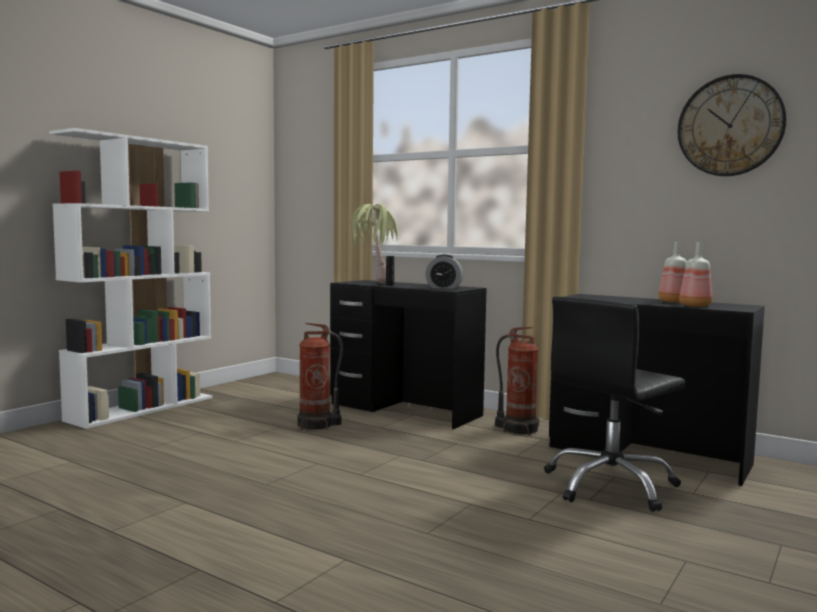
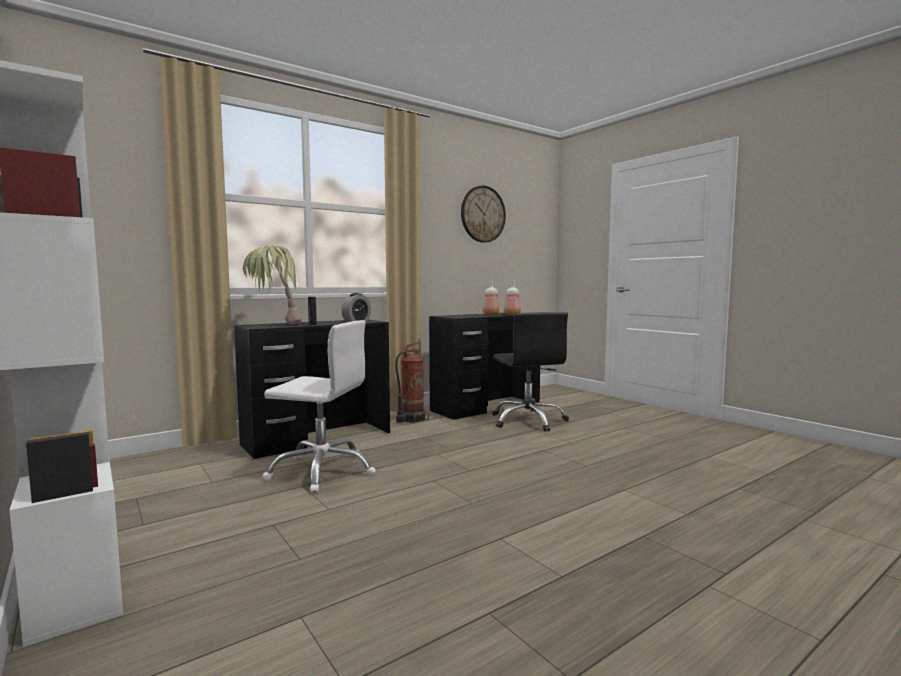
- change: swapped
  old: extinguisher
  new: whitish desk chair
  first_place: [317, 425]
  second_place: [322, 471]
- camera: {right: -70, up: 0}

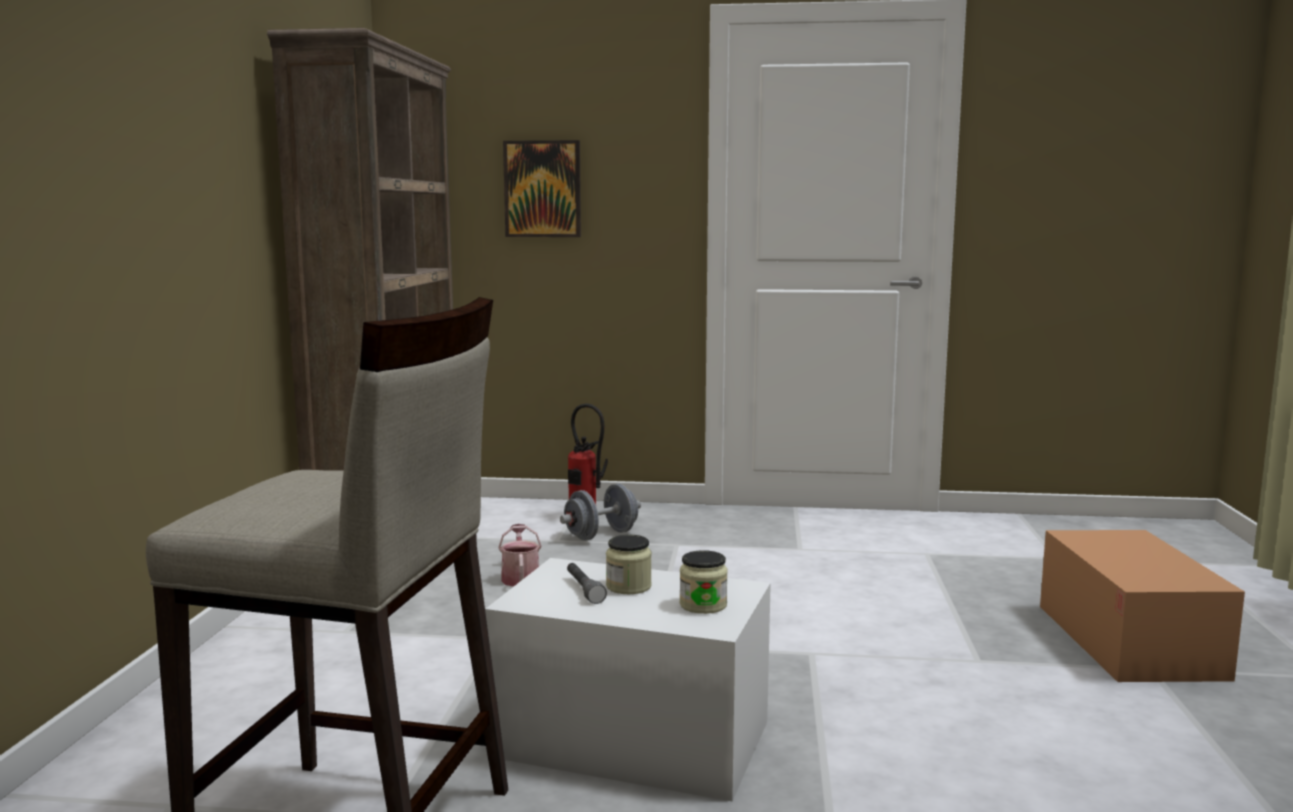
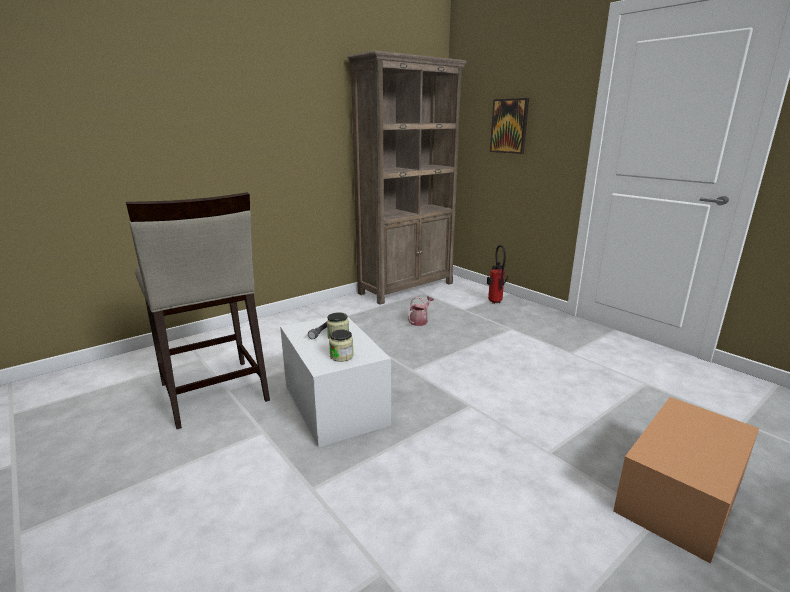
- change: gone
  old: gray dumbbell
  first_place: [601, 535]
- camera: {right: 45, up: 10}

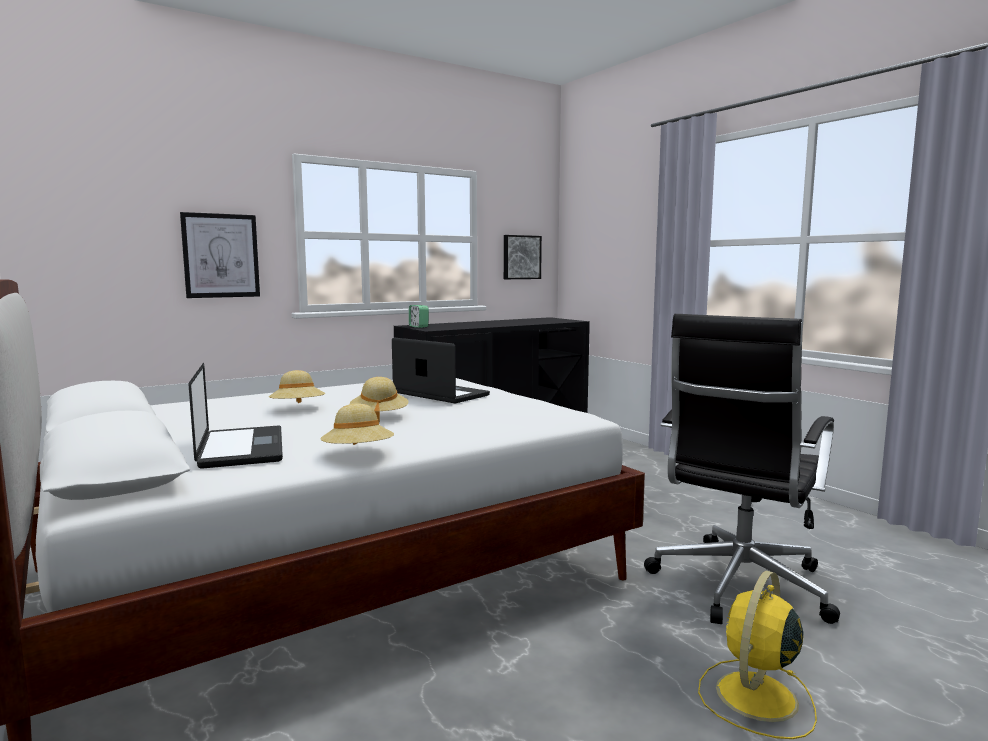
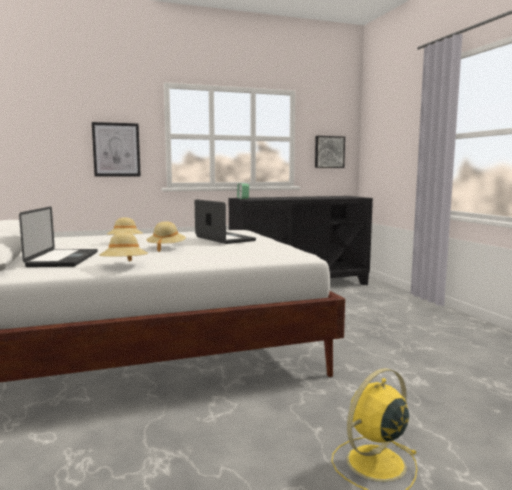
- change: gone
  old: black-coloured desk chair
  first_place: [738, 586]
- camera: {right: 15, up: 0}

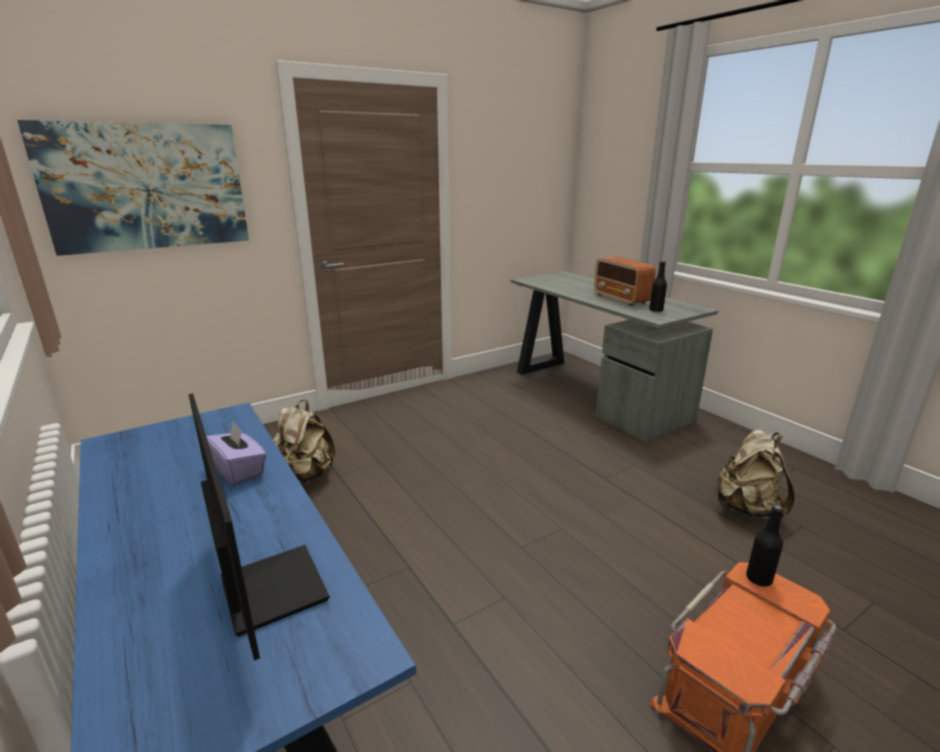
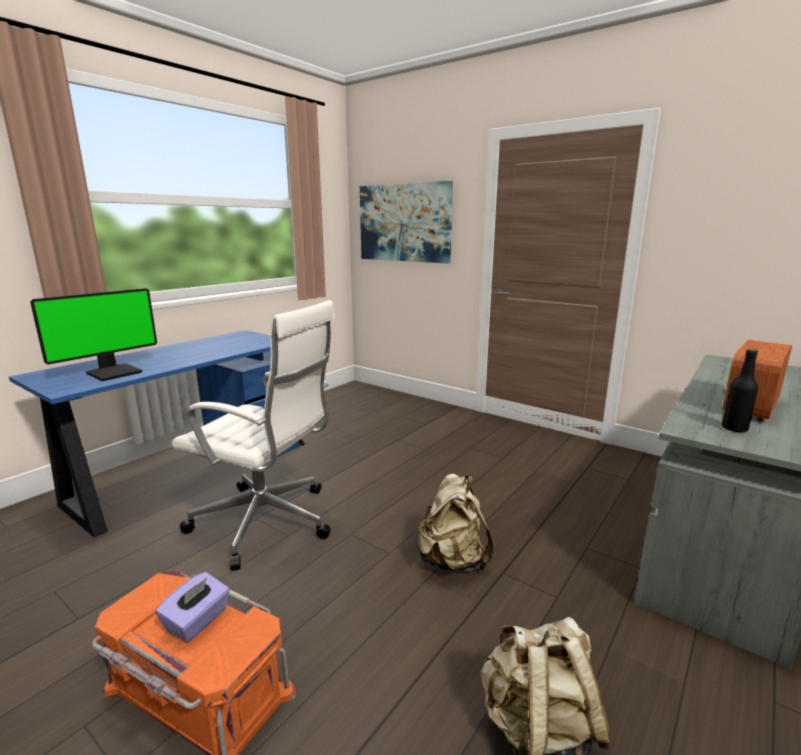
- change: gone
  old: black-coloured bottle
  first_place: [758, 579]
- change: new
  new: whitish desk chair
  second_place: [267, 523]
- change: shifted
  old: purple box of tissues
  first_place: [239, 470]
  second_place: [197, 621]
- change: shifted
  old: beige-coloured rucksack
  first_place: [305, 476]
  second_place: [452, 560]
- camera: {right: 70, up: -5}

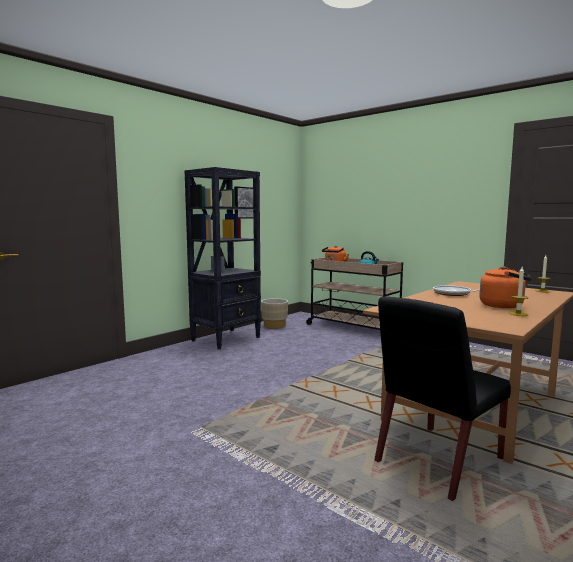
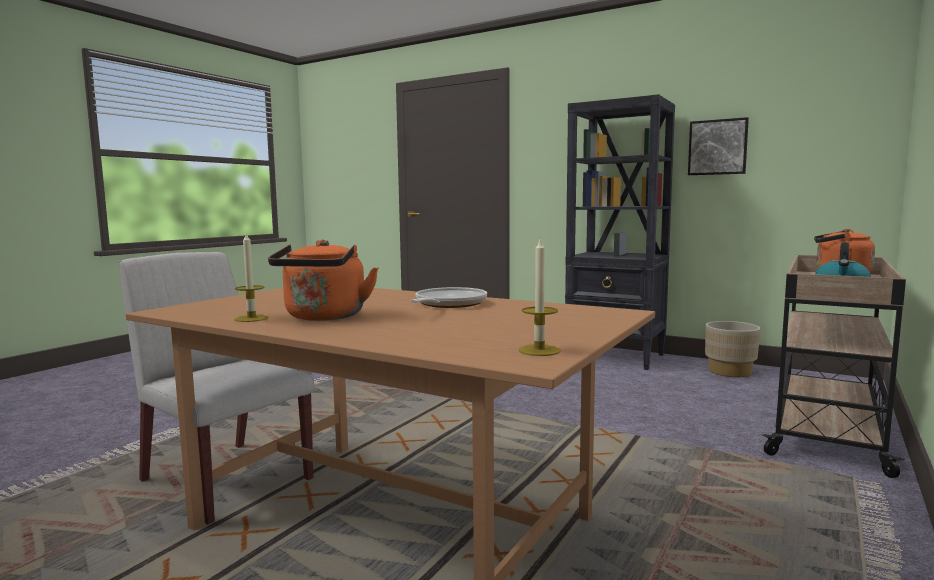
- change: repainted
  old: black-coloured chair
  new: whitish chair
  first_place: [438, 461]
  second_place: [225, 479]
- camera: {right: 80, up: 0}

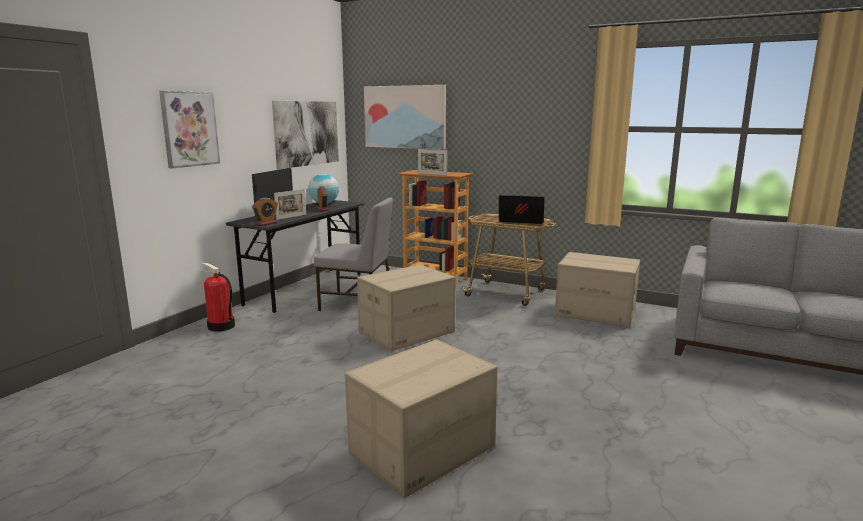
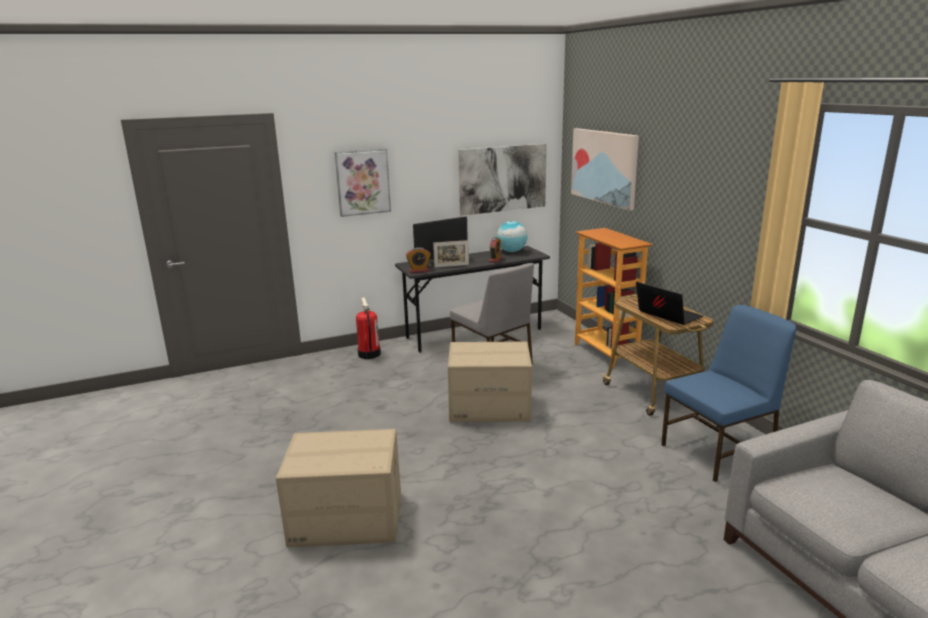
- change: gone
  old: standing frame
  first_place: [432, 174]
- change: swapped
  old: packing box
  new: blue chair
  first_place: [595, 312]
  second_place: [719, 451]
- camera: {right: 40, up: 5}

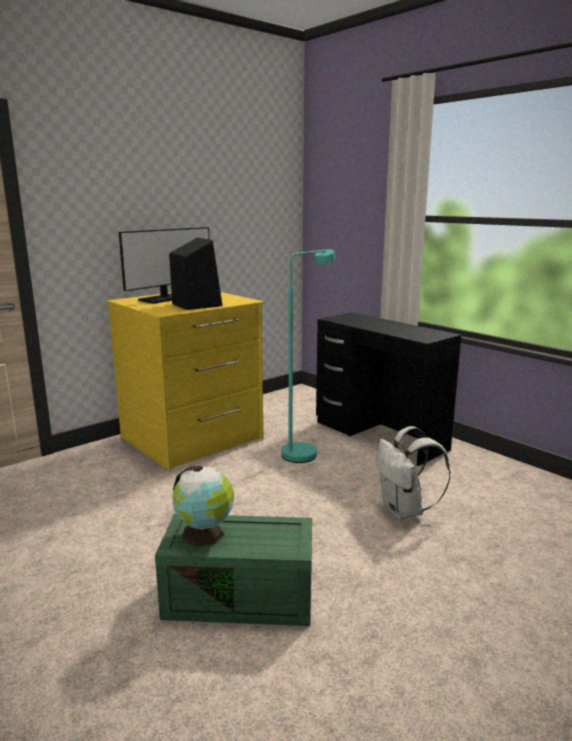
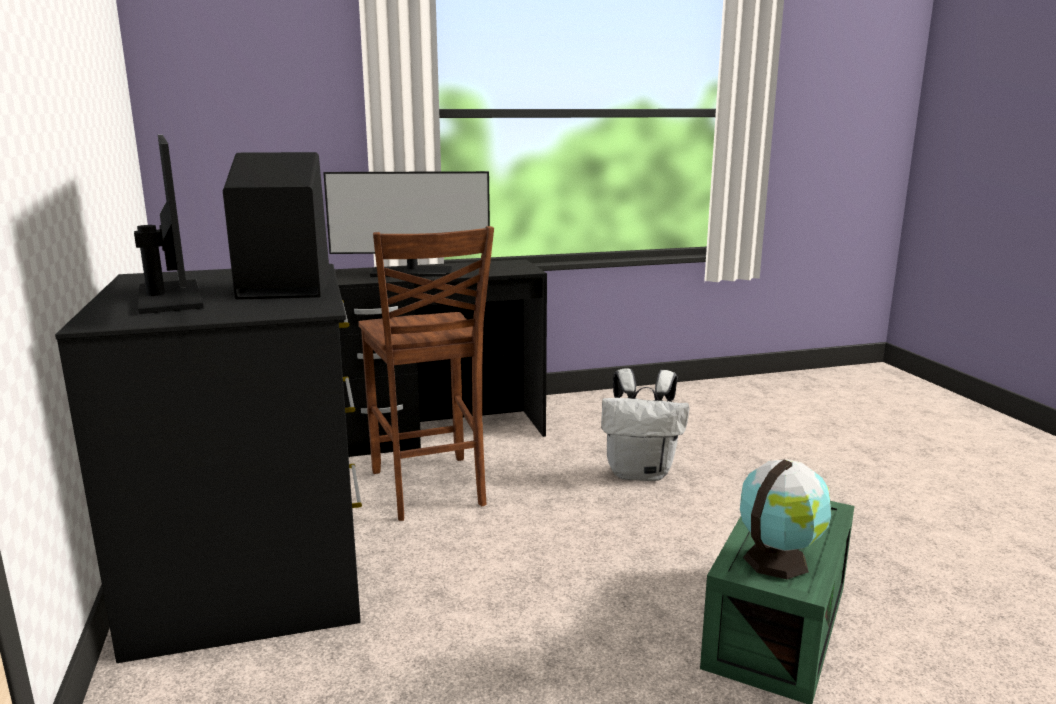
- change: new
  new: computer screen
  second_place: [412, 273]
- change: swapped
  old: turquoise standing lamp
  new: brownish chair
  first_place: [304, 451]
  second_place: [429, 489]
- change: repainted
  old: yellow drawer chest
  new: black-coloured drawer chest
  first_place: [193, 438]
  second_place: [254, 573]
- camera: {right: -65, up: 0}

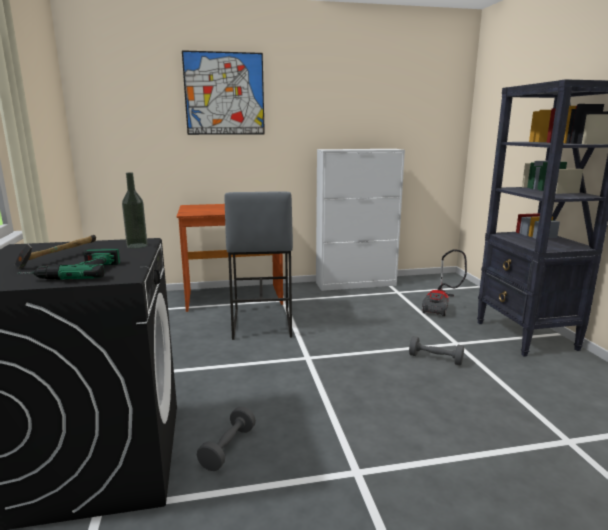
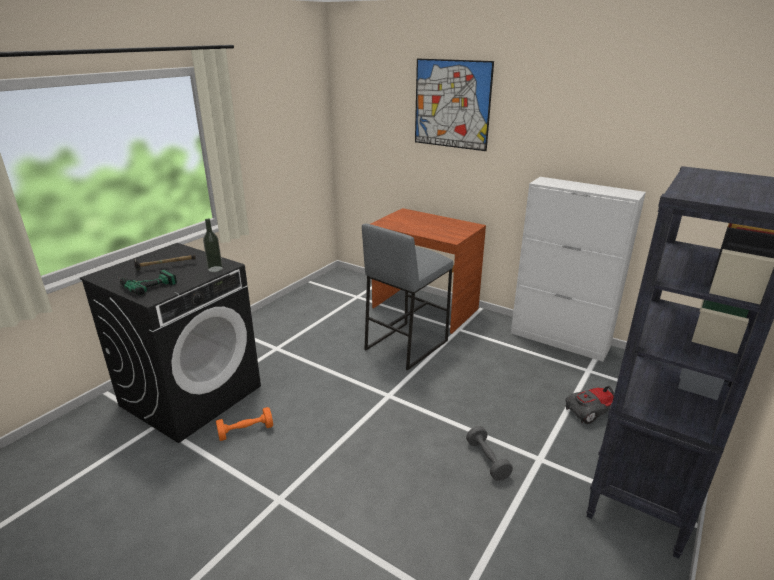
- change: repainted
  old: gray dumbbell
  new: orange-coloured dumbbell
  first_place: [228, 448]
  second_place: [246, 431]
- camera: {right: 45, up: 10}

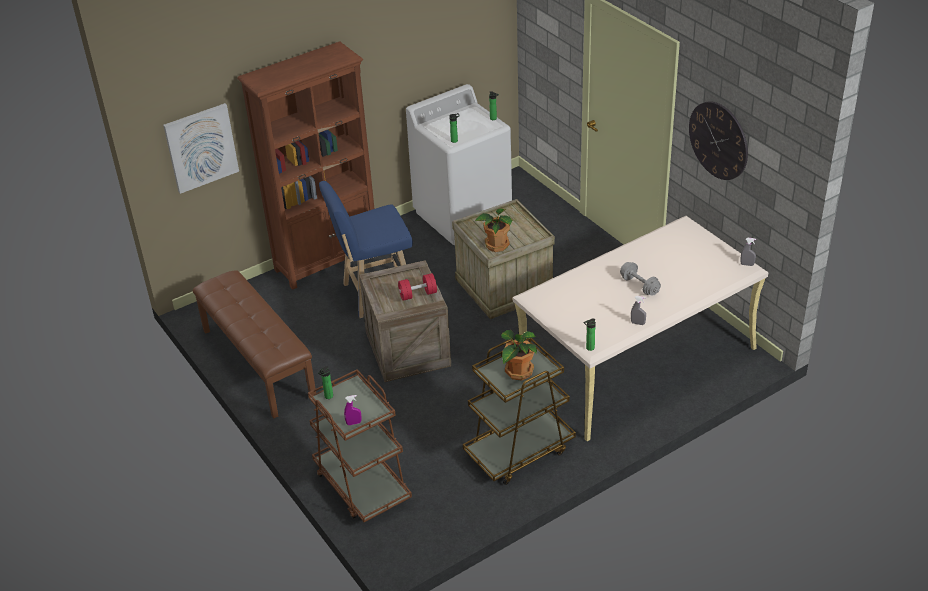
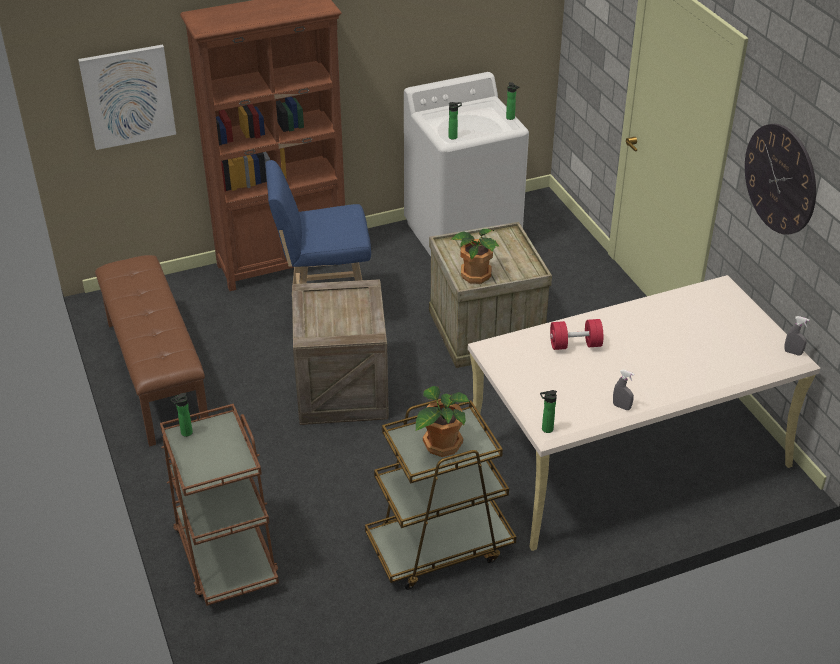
- change: gone
  old: purple hand sprayer
  first_place: [354, 423]
- change: gone
  old: gray dumbbell
  first_place: [639, 286]
- change: shifted
  old: reddish dumbbell
  first_place: [418, 294]
  second_place: [575, 345]
- camera: {right: 10, up: 0}

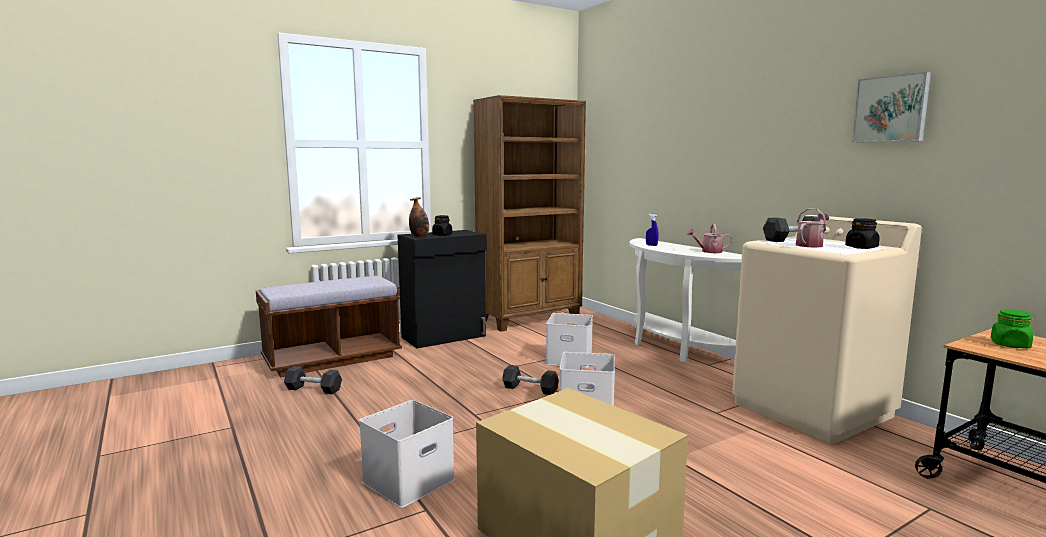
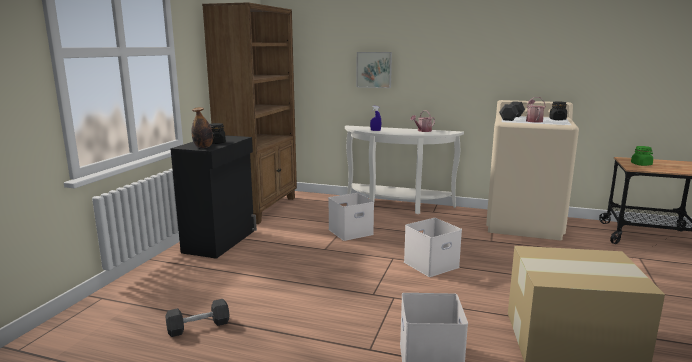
- change: gone
  old: brownish long seat
  first_place: [332, 359]
- change: gone
  old: black-coloured dumbbell
  first_place: [530, 389]
- change: shifted
  old: picture
  first_place: [891, 109]
  second_place: [374, 69]
- camera: {right: -40, up: 5}

